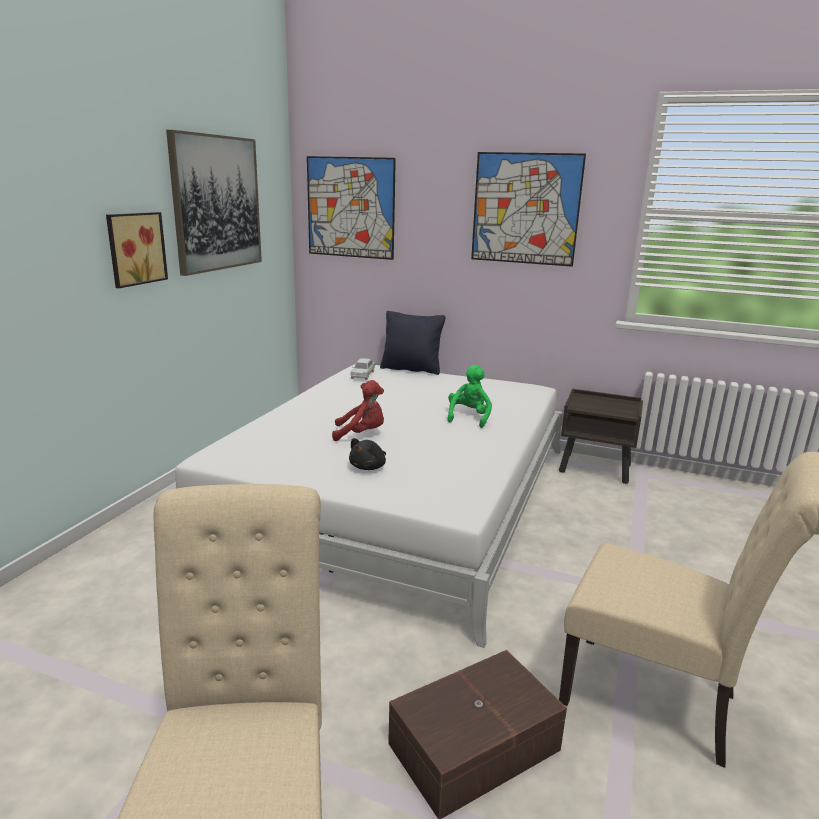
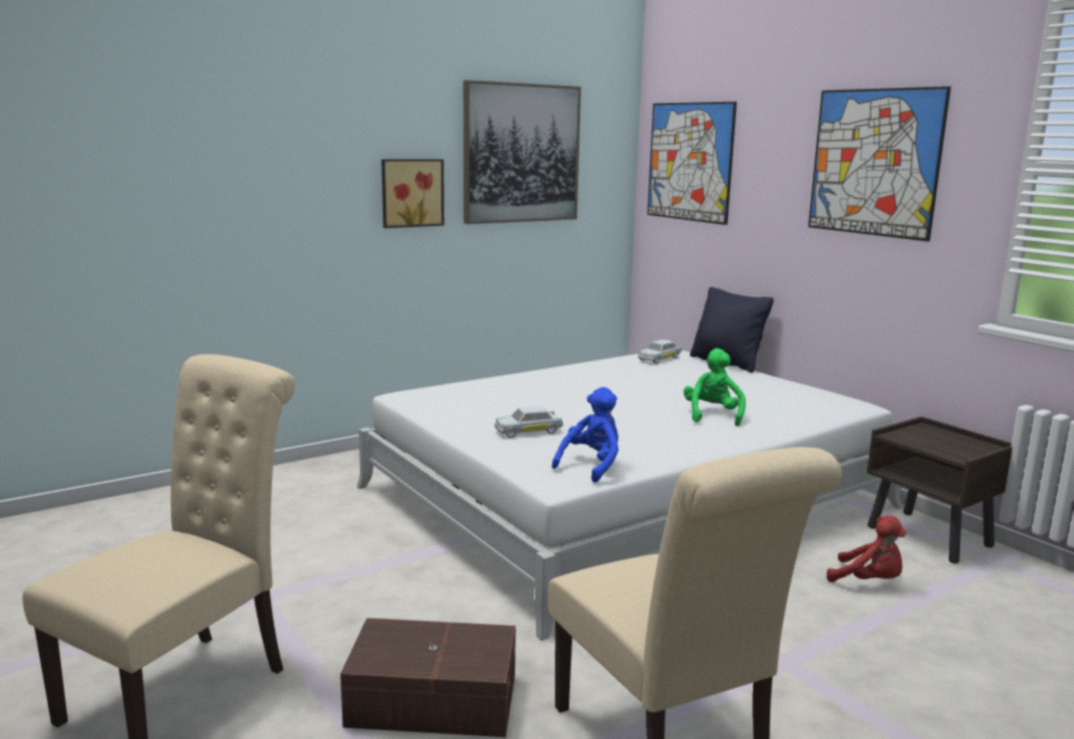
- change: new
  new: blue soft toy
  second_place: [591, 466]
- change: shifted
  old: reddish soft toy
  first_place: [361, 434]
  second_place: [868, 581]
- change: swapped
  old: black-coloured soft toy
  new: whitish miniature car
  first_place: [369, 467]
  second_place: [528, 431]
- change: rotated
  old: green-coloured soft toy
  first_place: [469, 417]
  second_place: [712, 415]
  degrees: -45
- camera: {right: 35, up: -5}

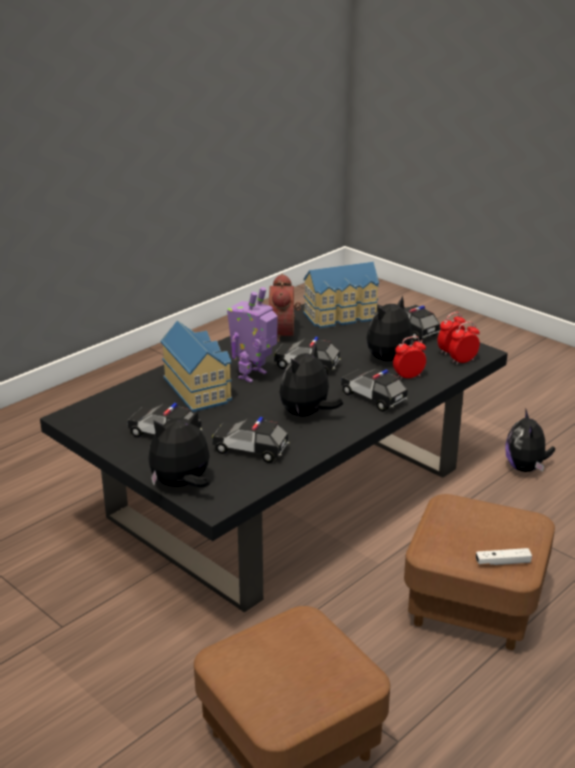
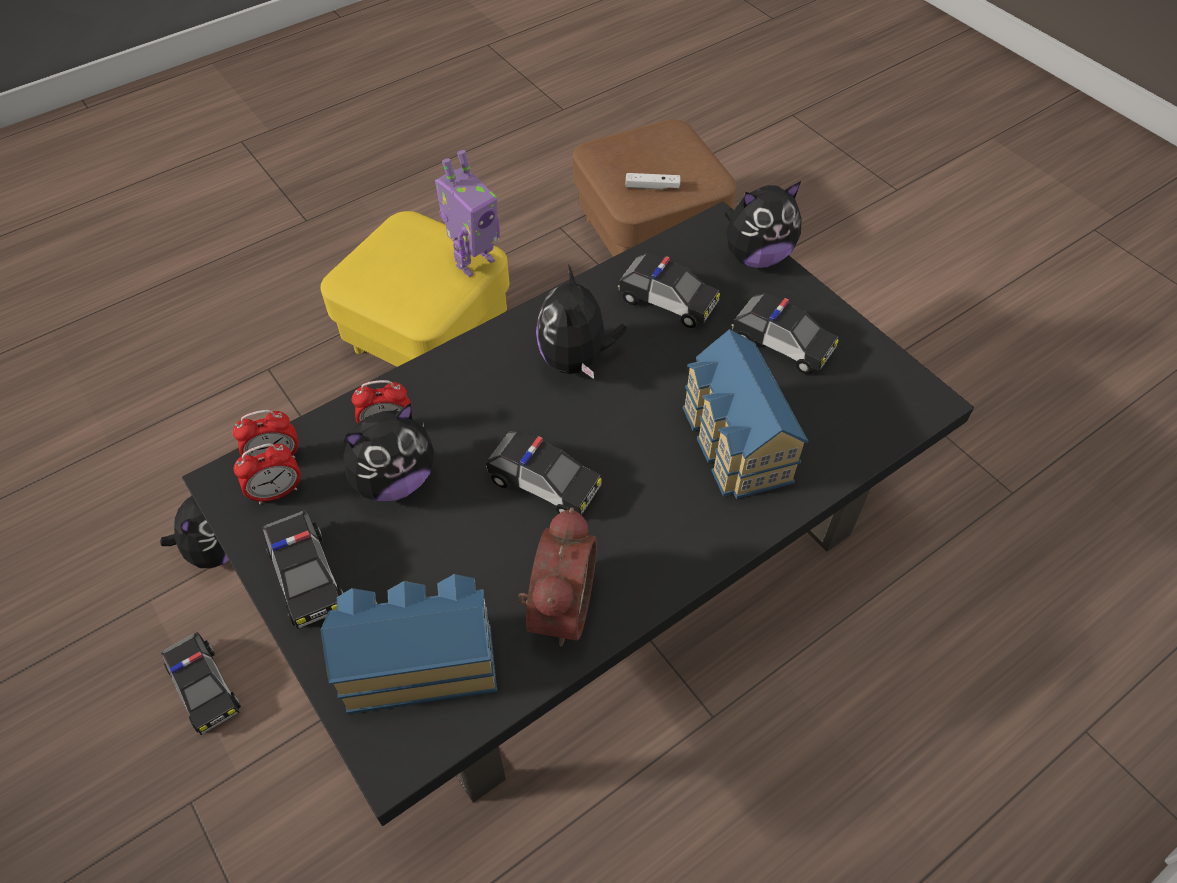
- change: shifted
  old: toy robot
  first_place: [253, 375]
  second_place: [473, 262]
- change: shifted
  old: miniature car
  first_place: [373, 398]
  second_place: [204, 687]
- change: shifted
  old: whitish joypad
  first_place: [502, 562]
  second_place: [652, 187]
- change: repainted
  old: brownish footrest
  new: yellow footrest
  first_place: [474, 606]
  second_place: [427, 337]
- change: rotated
  old: soft toy
  first_place: [307, 414]
  second_place: [576, 360]
  degrees: 135
- camera: {right: -170, up: 25}

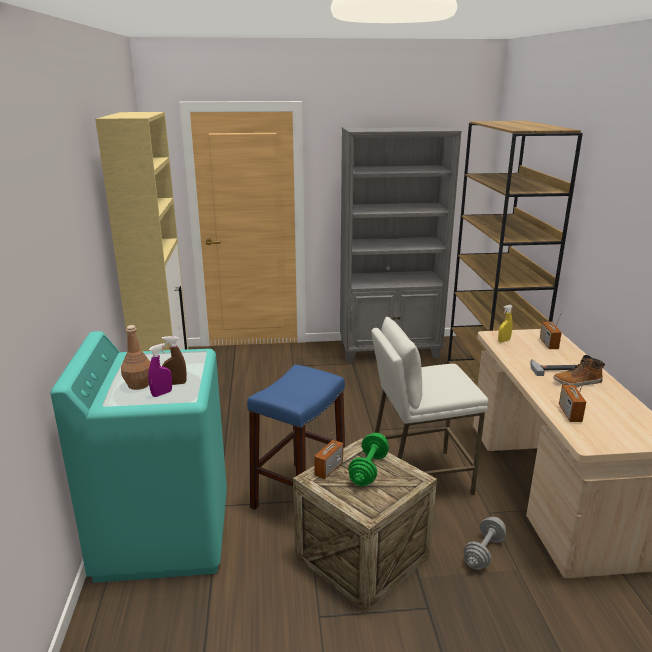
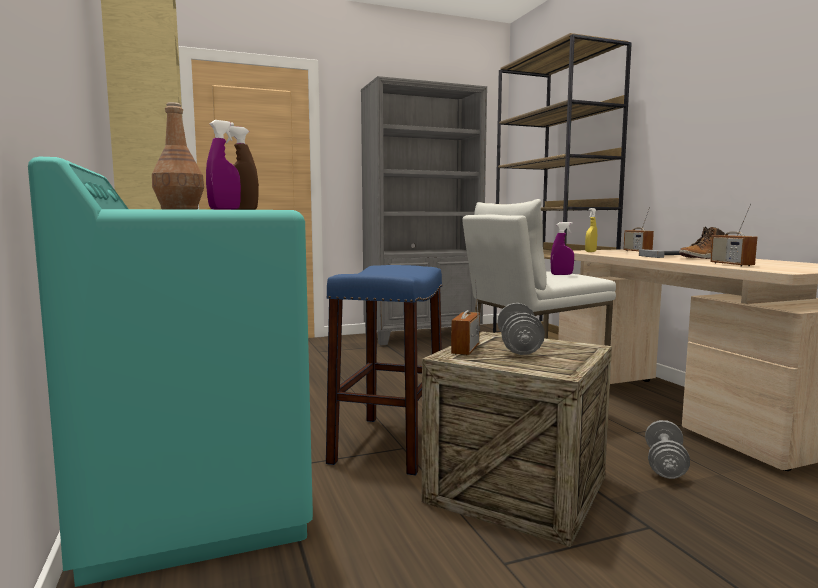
- change: new
  new: purple hand sprayer
  second_place: [561, 274]
- change: repainted
  old: green-coloured dumbbell
  new: gray dumbbell
  first_place: [368, 470]
  second_place: [519, 346]
- camera: {right: -15, up: -15}

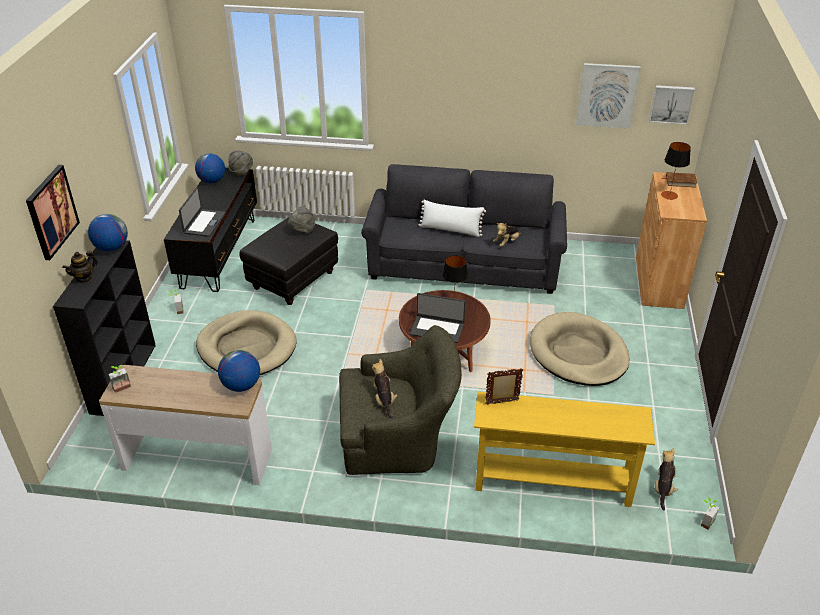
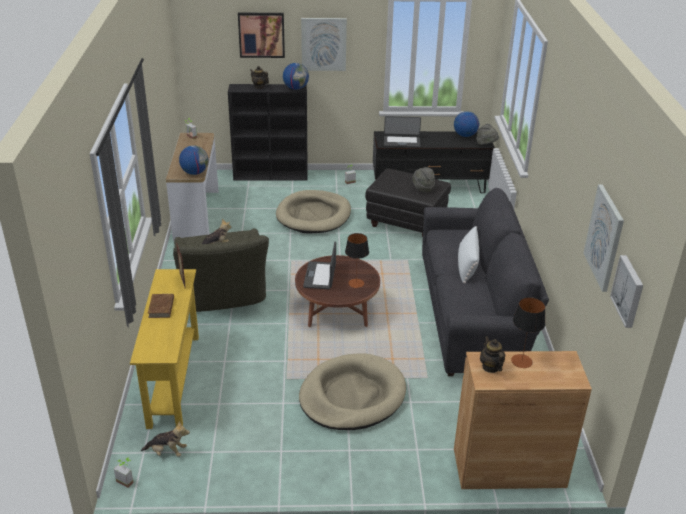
- change: gone
  old: soft toy
  first_place: [507, 242]
- change: new
  new: picture
  second_place: [323, 44]
- change: new
  new: teapot
  second_place: [490, 367]
- change: shifted
  old: brownish bound book
  first_place: [680, 181]
  second_place: [161, 308]
- camera: {right: 80, up: -5}

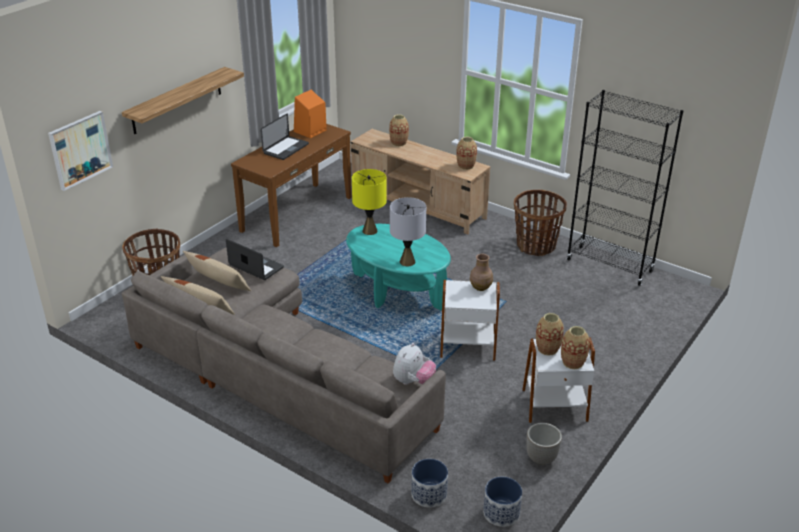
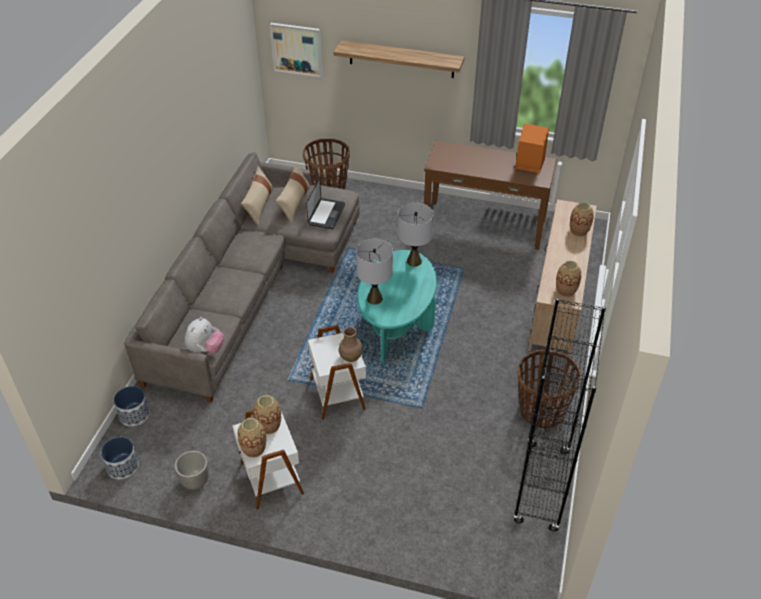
- change: gone
  old: portable computer
  first_place: [286, 149]
- change: repainted
  old: yellow lamp for a table
  new: gray lamp for a table
  first_place: [370, 231]
  second_place: [414, 261]
- change: rotated
  old: soft toy
  first_place: [413, 381]
  second_place: [206, 349]
  degrees: -75
- camera: {right: 70, up: 10}

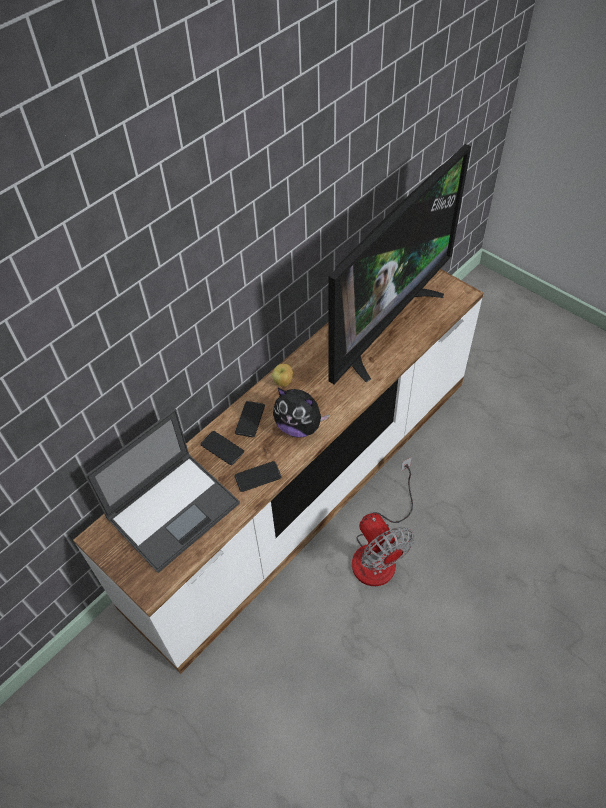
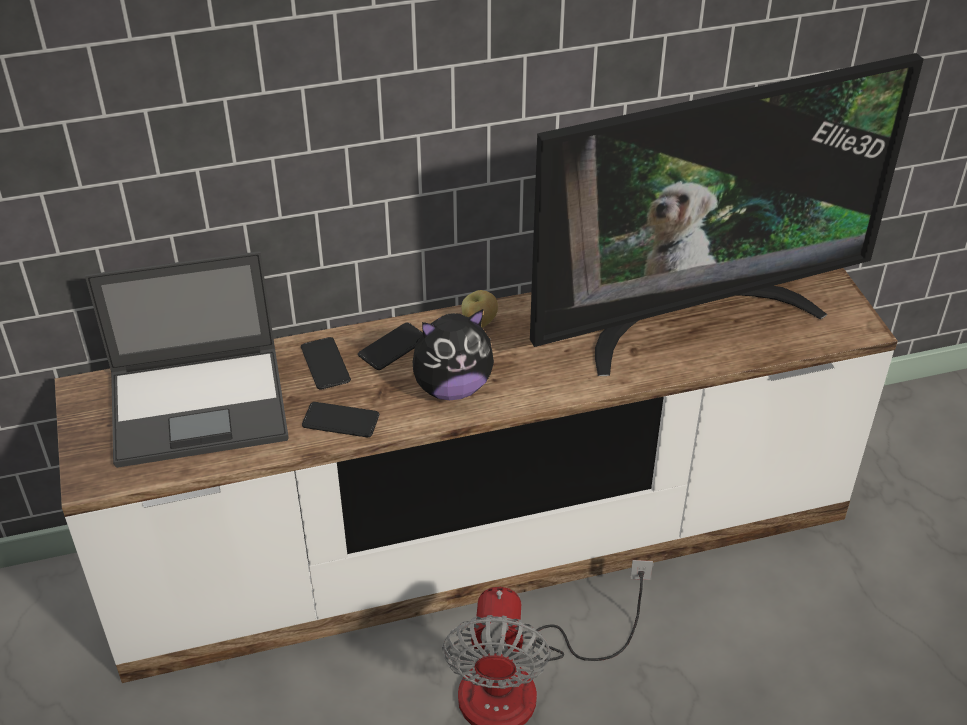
- change: rotated
  old: soft toy
  first_place: [299, 426]
  second_place: [452, 387]
  degrees: -75
- camera: {right: 30, up: -10}

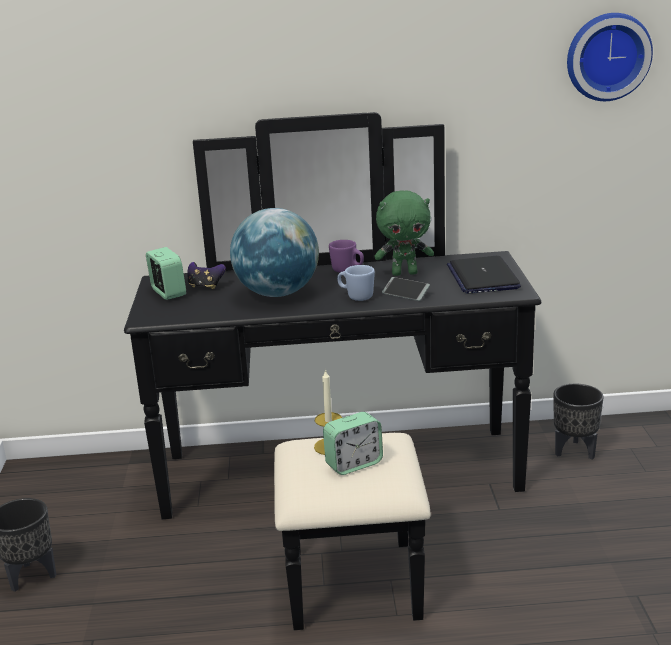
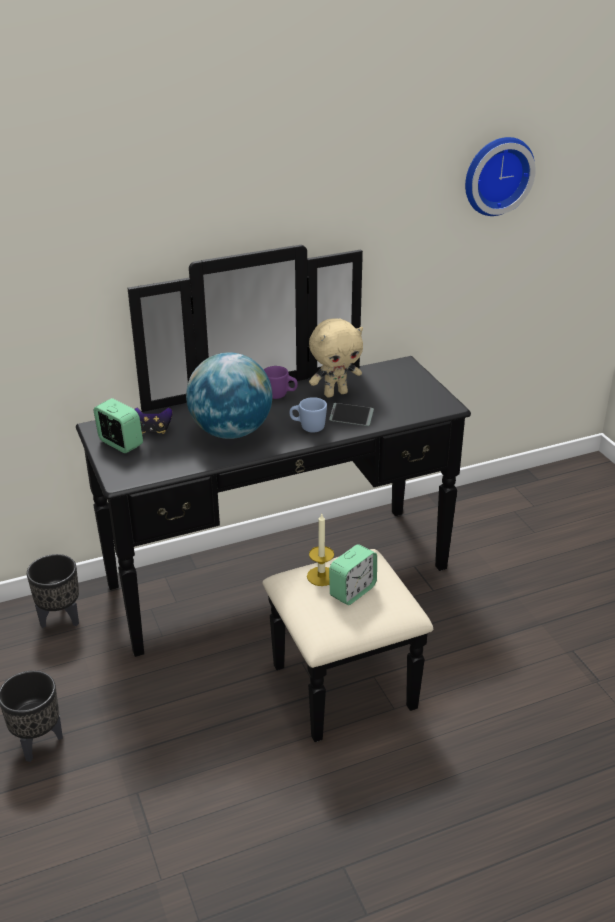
- change: gone
  old: portable computer
  first_place: [482, 277]
- change: shifted
  old: black-coloured flower pot
  first_place: [575, 451]
  second_place: [61, 618]
- change: repainted
  old: green-coloured soft toy
  new: beige-coloured soft toy
  first_place: [405, 273]
  second_place: [335, 393]
- camera: {right: -20, up: 10}

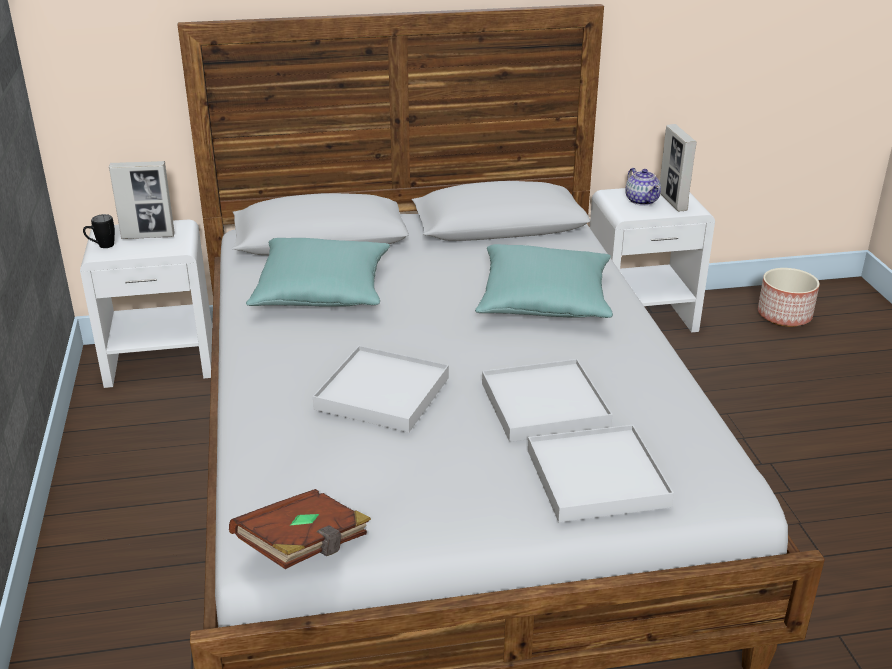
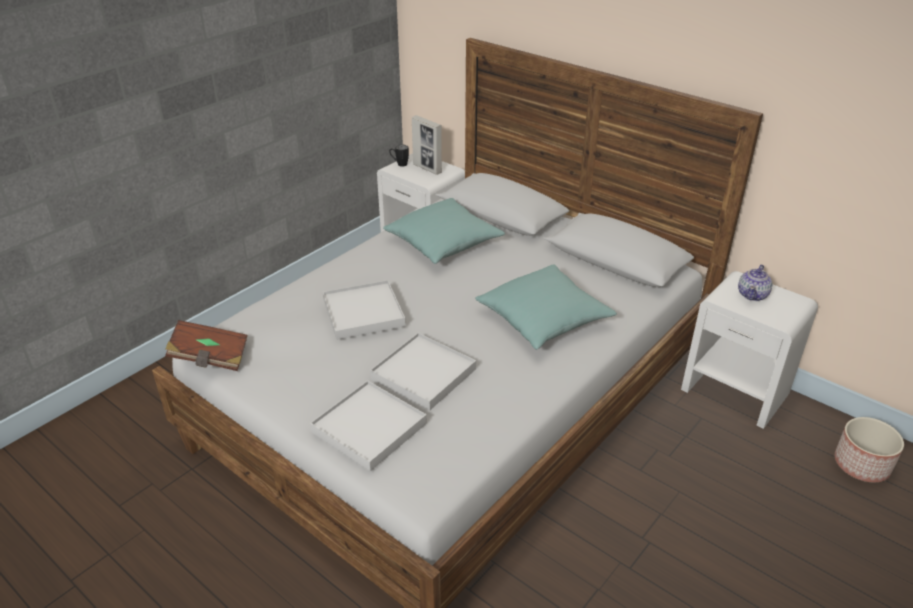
- change: gone
  old: standing frame
  first_place: [672, 201]
- camera: {right: 50, up: 5}

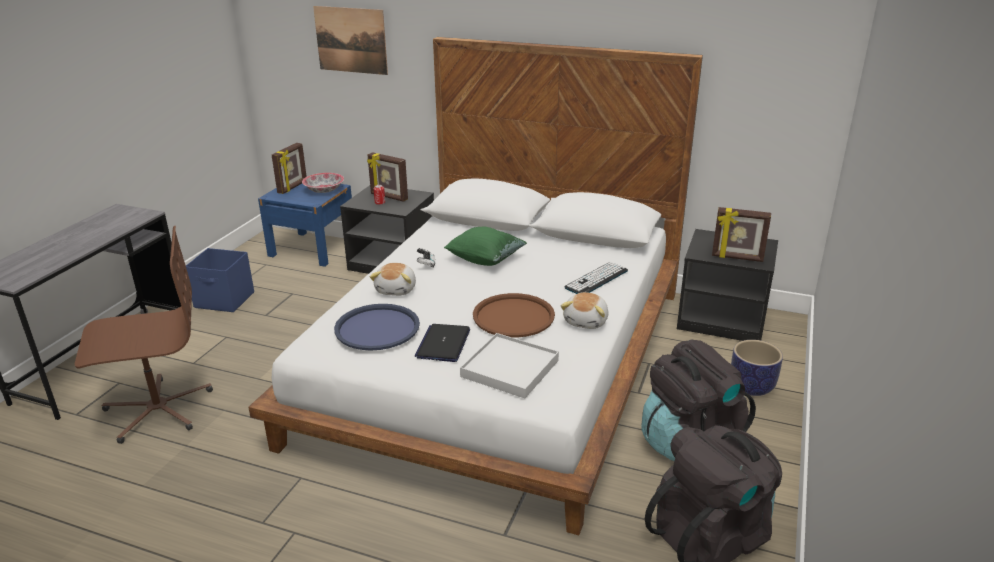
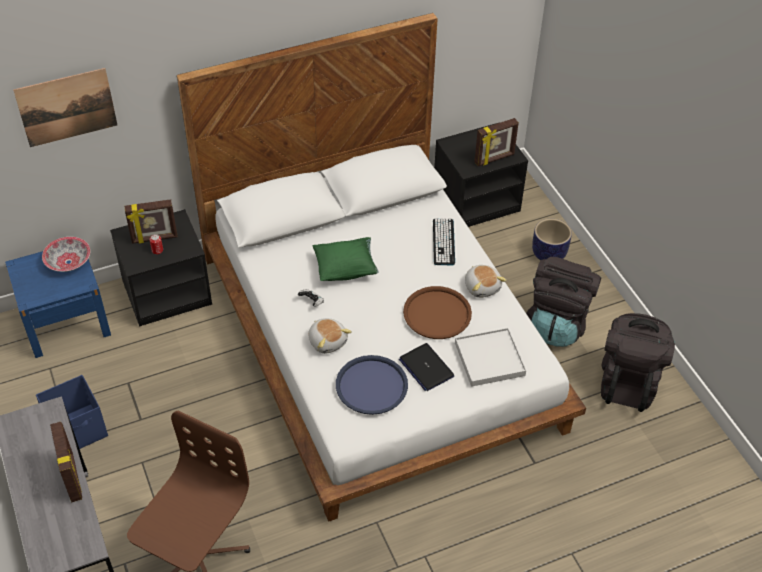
- change: shifted
  old: standing frame
  first_place: [293, 187]
  second_place: [73, 477]
- camera: {right: -45, up: 20}

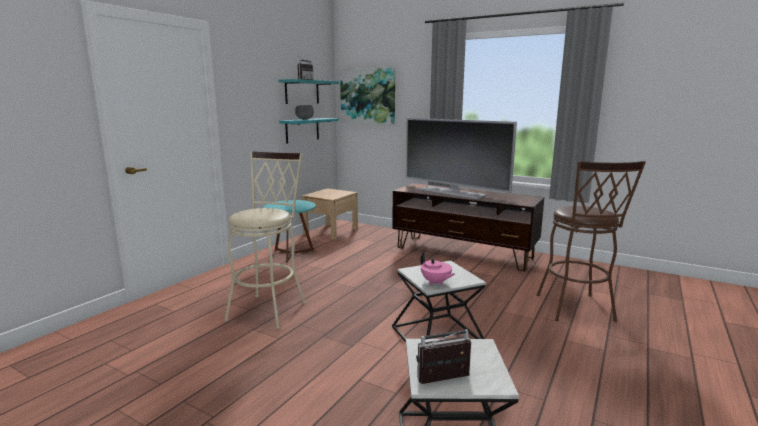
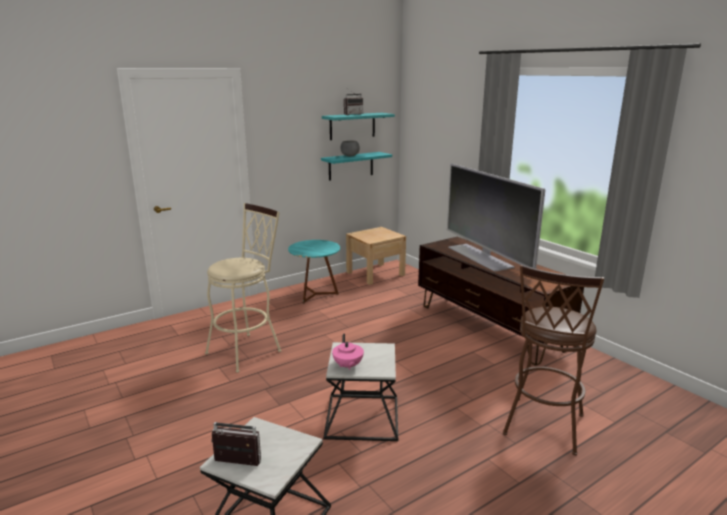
- change: gone
  old: picture
  first_place: [368, 96]
- camera: {right: 25, up: 5}

